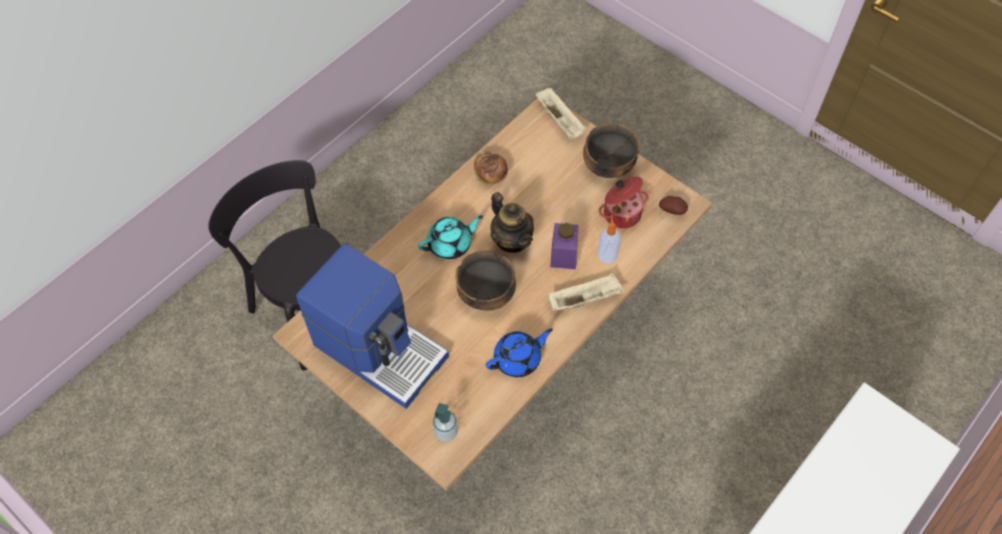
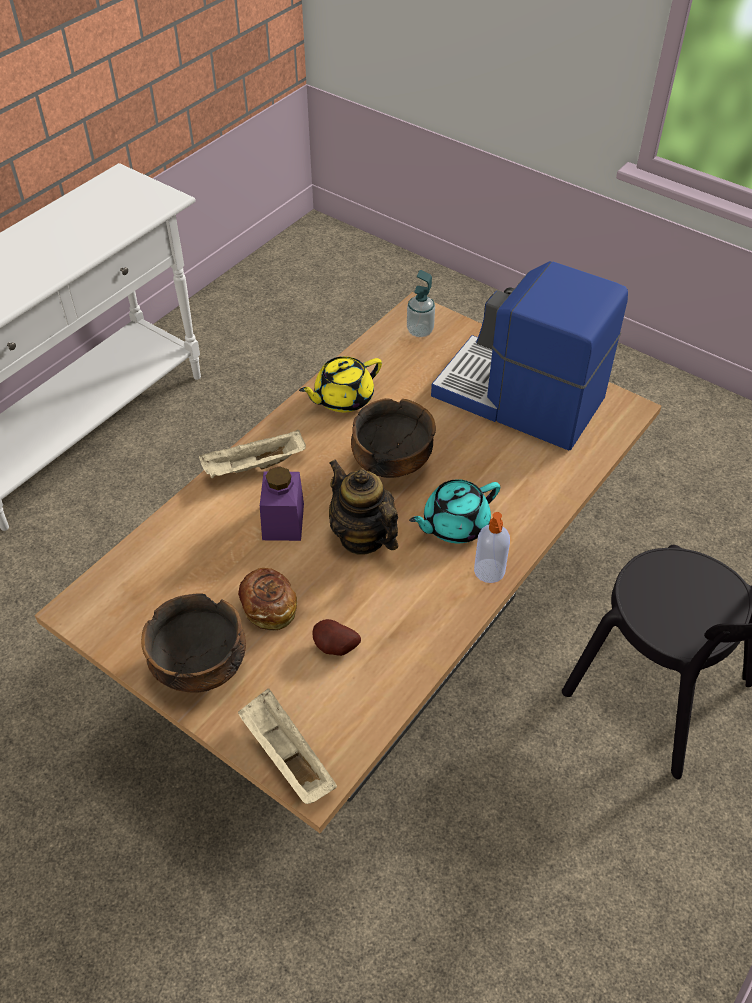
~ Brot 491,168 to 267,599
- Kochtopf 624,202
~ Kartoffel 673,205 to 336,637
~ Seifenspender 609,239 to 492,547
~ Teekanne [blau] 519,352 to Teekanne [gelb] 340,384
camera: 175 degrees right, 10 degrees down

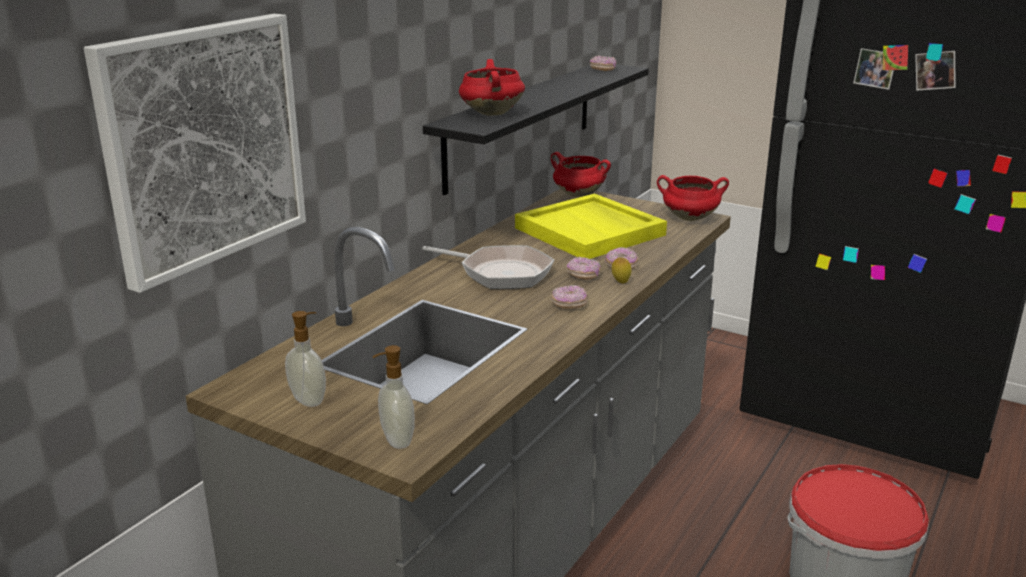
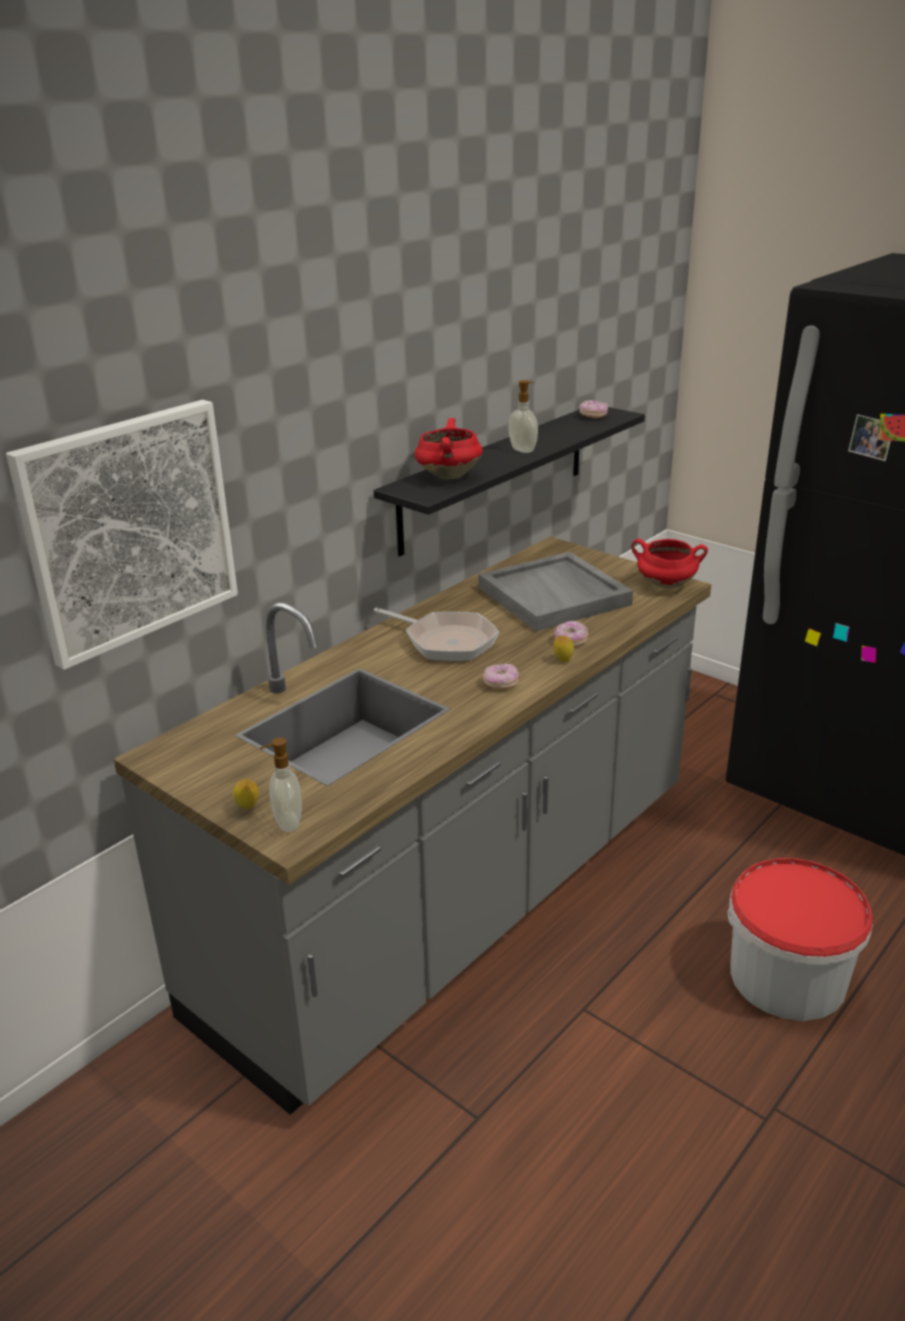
- Kochtopf [rot] 581,175
~ Tablett [gelb] 591,226 to Tablett [grau] 555,591
- Donut 584,268
~ Seifenspender 305,359 to 523,416
+ Zitrone 246,794
camera: 10 degrees right, 5 degrees up

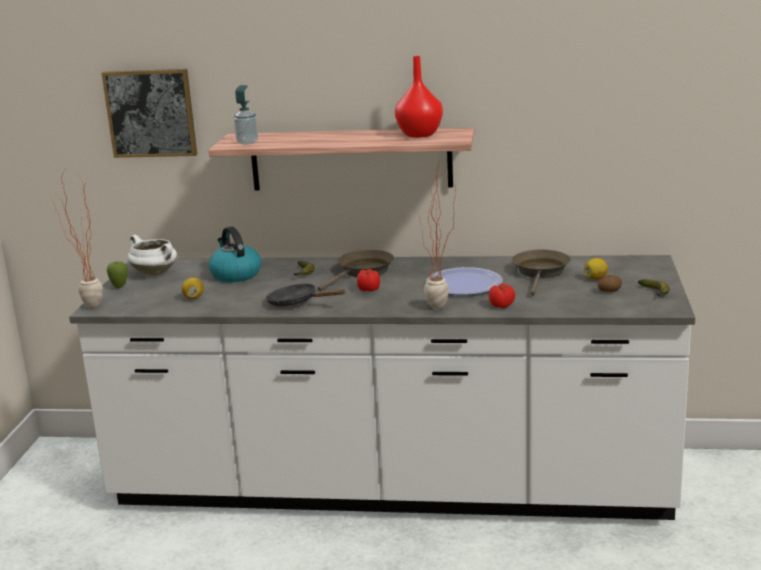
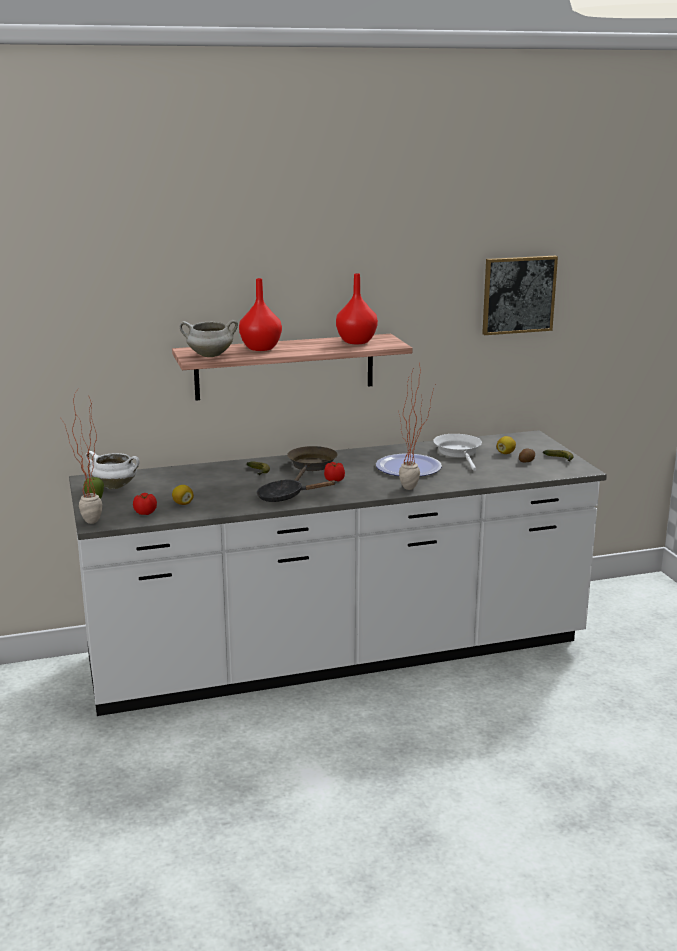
~ Bild 149,113 to 520,295
~ Seifenspender 246,115 to Kochtopf [weiß] 209,338
- Wasserkessel 235,254
~ Pfanne [braun] 541,272 to Pfanne [weiß] 457,452
~ Tomate 502,295 to 145,504
+ Vase [rot] 260,314
camera: 25 degrees left, 0 degrees up

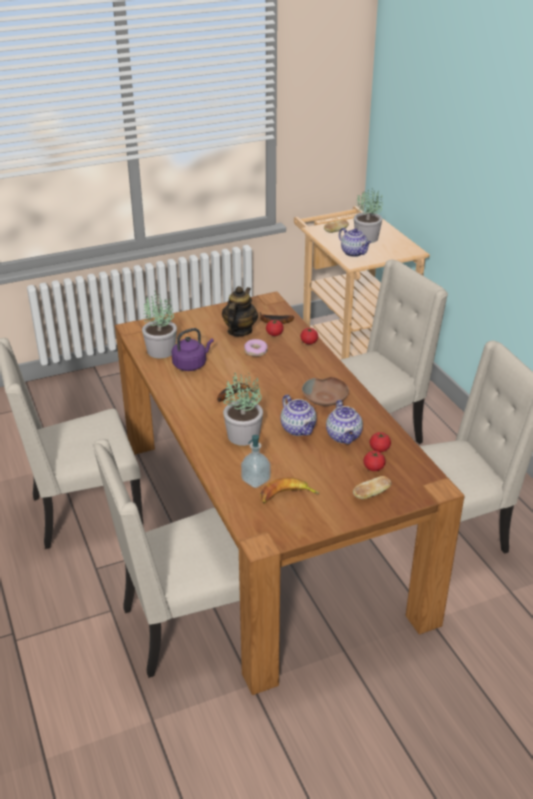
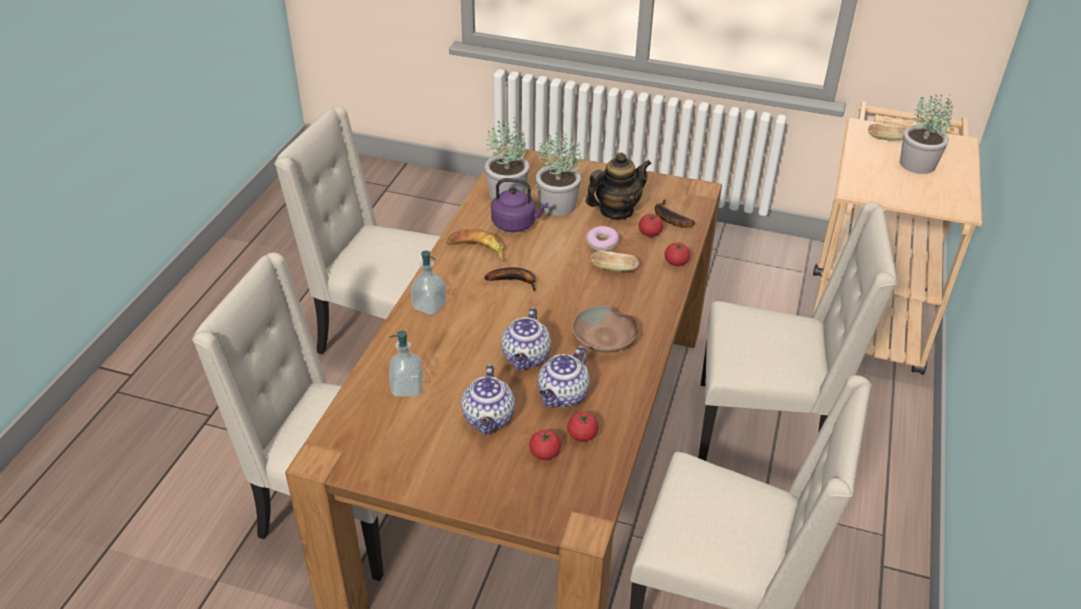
~ Teekanne 355,242 to 488,399
~ Topfpflanze 243,409 to 558,173
~ Brot 372,487 to 615,261
~ Banane 290,490 to 475,245
+ Seifenspender 429,283
camera: 40 degrees right, 5 degrees up

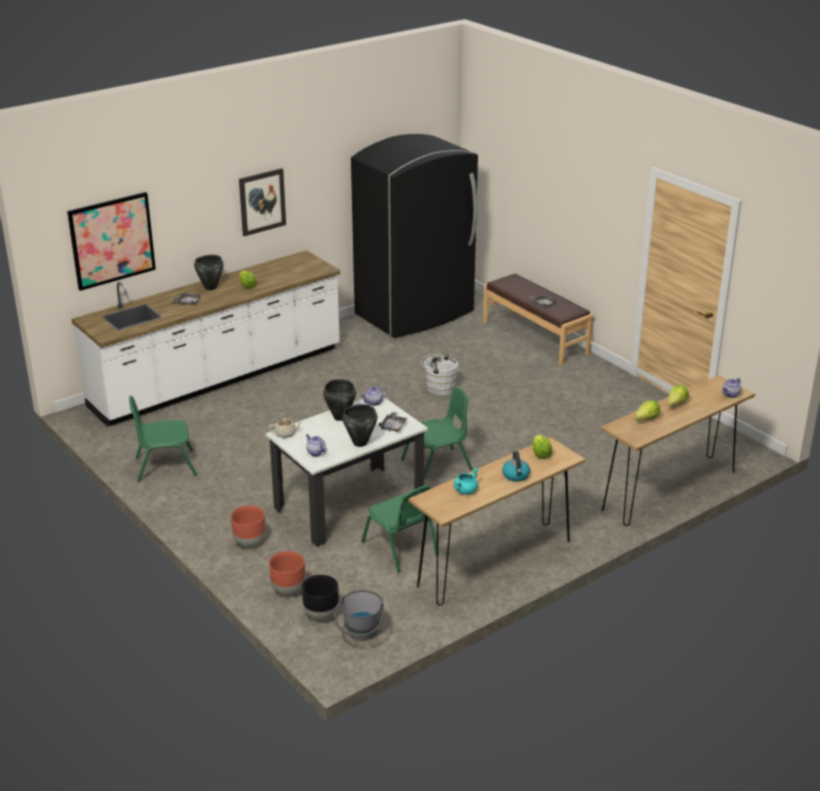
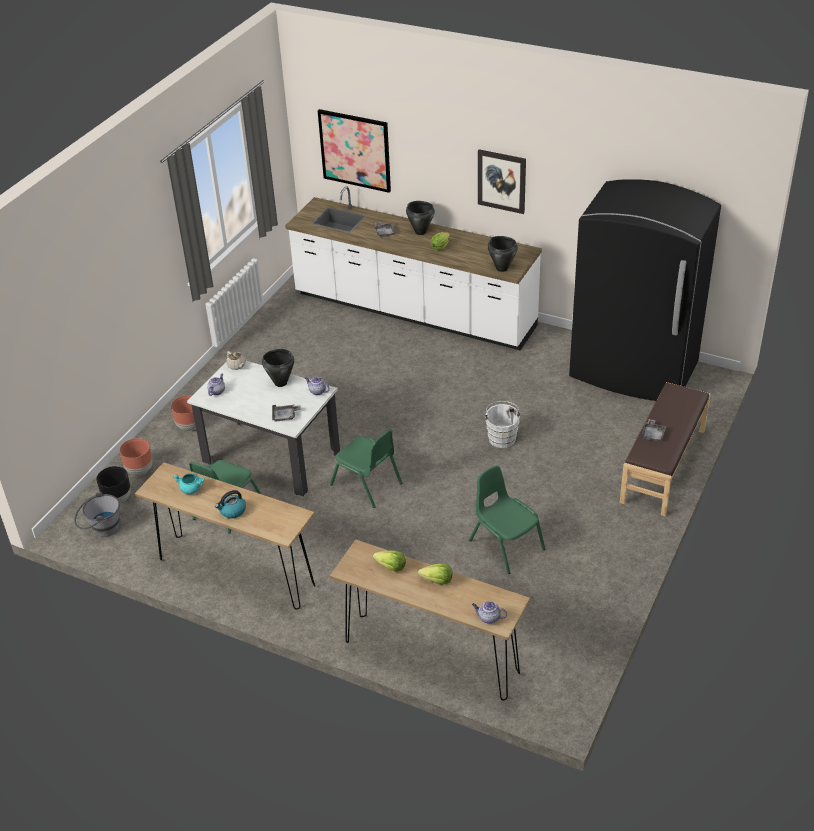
~ Stuhl [grün] 163,439 to 507,519
~ Kochtopf [schwarz] 359,425 to 503,254
- Salatkopf 542,446
camera: 65 degrees right, 10 degrees up

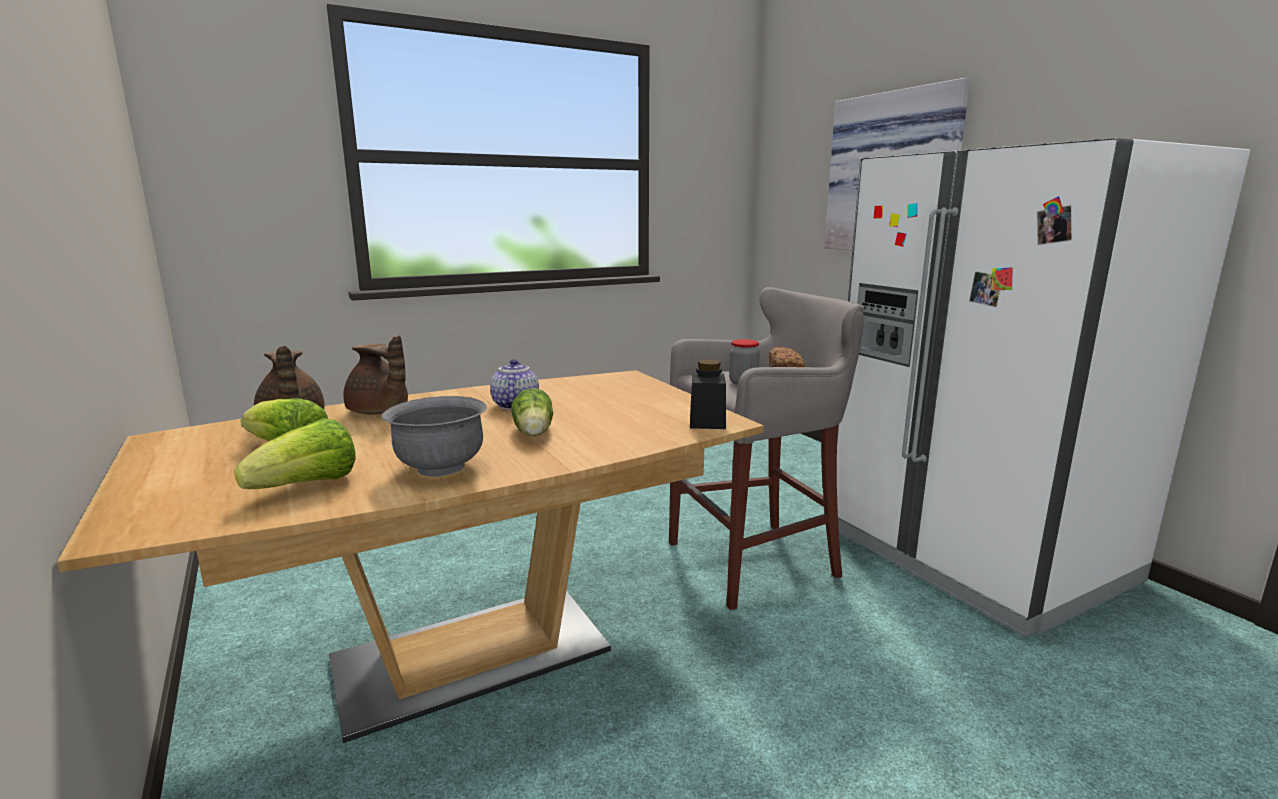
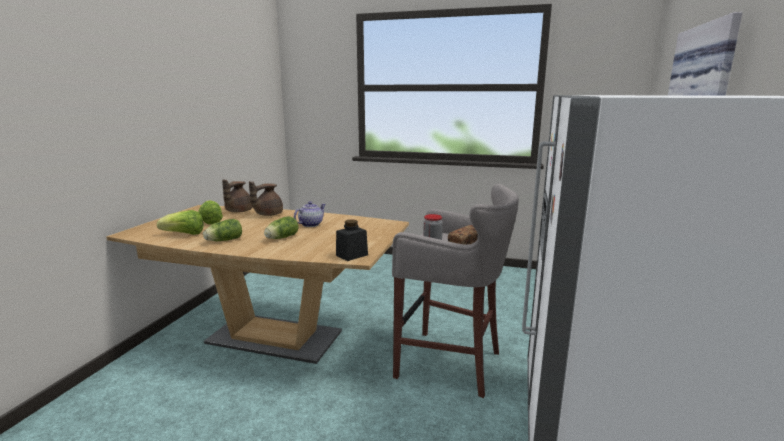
~ Teekanne [braun] 375,374 = 266,198 45 degrees clockwise
~ Schüssel [grau] 434,436 to Salatkopf 222,230
camera: 45 degrees right, 0 degrees up

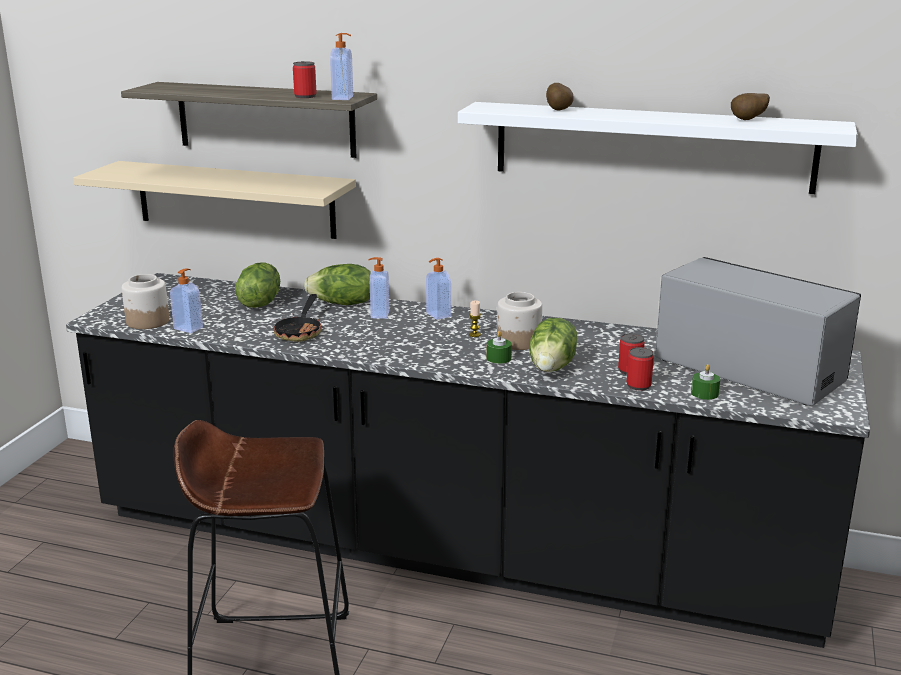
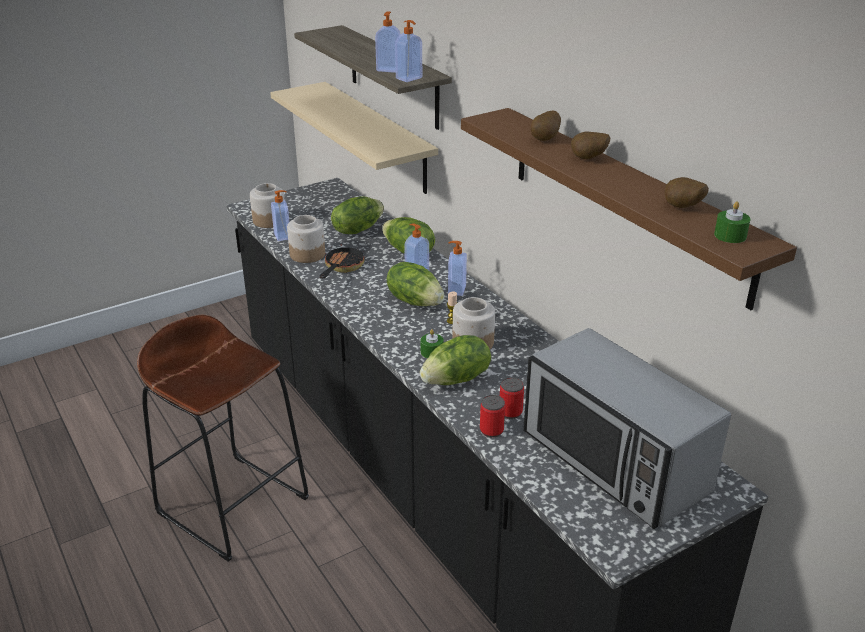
~ Dose 304,79 to Seifenspender 387,42
~ Wandregal [weiß] 658,148 to Wandregal [braun] 629,209
~ Mikrowelle 758,331 = 627,428 150 degrees clockwise
~ Pfanne 297,318 = 342,261 150 degrees clockwise
~ Kerze [grün] 705,382 to 732,222
+ Kartoffel 591,145
+ Vorratsglas 306,239
+ Salatkopf 416,284
camera: 40 degrees right, 10 degrees up

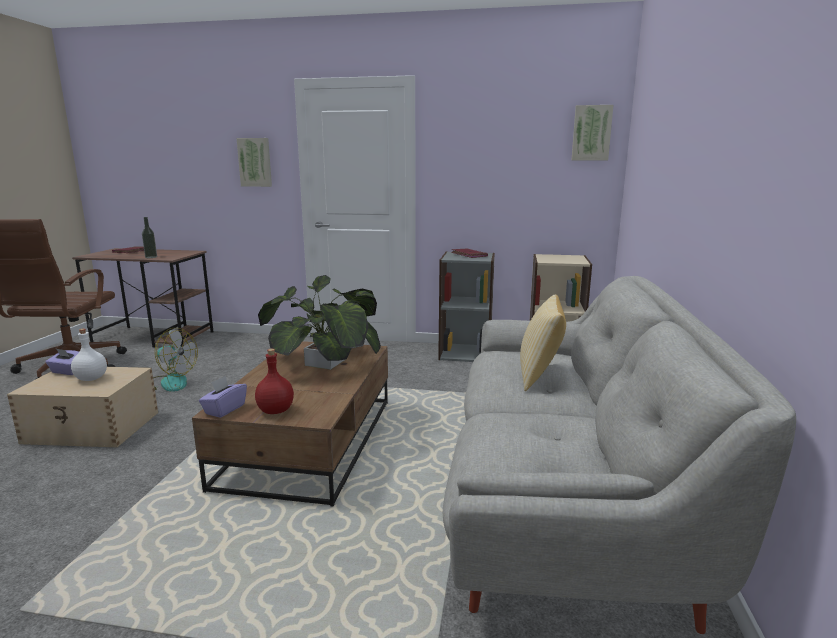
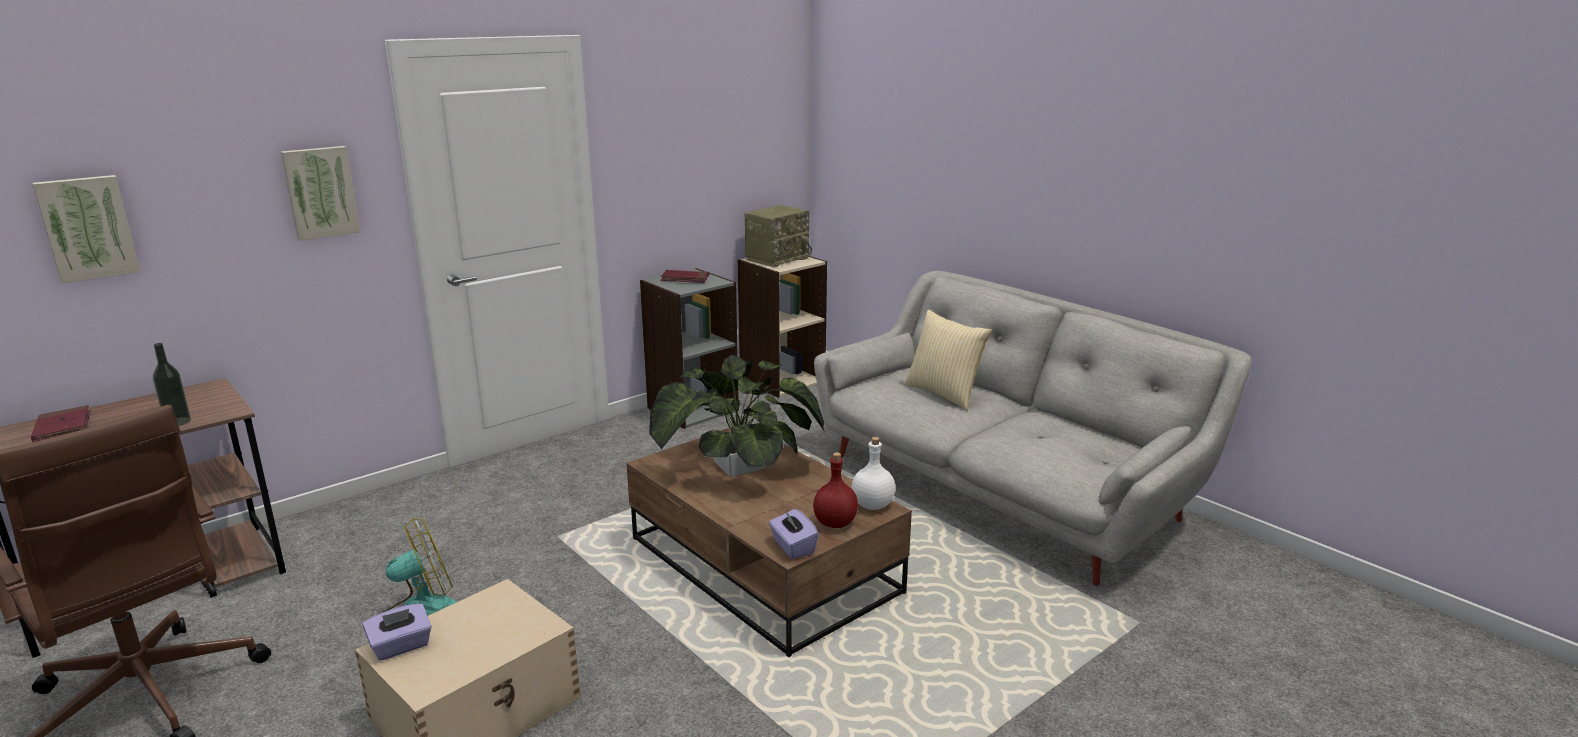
~ Bild 592,132 to 87,229
~ Flasche [weiß] 89,354 to 873,473
+ Radio 778,236
camera: 50 degrees left, 5 degrees up

